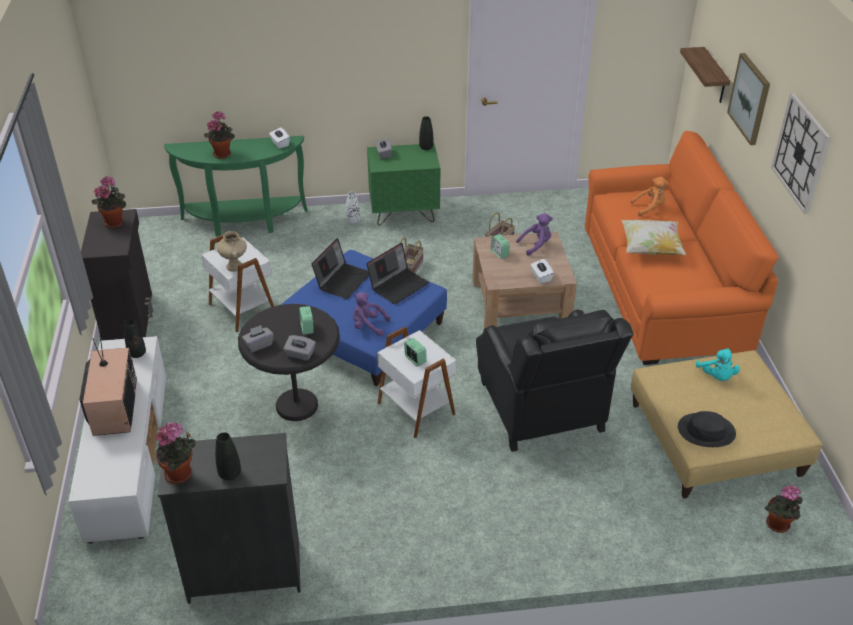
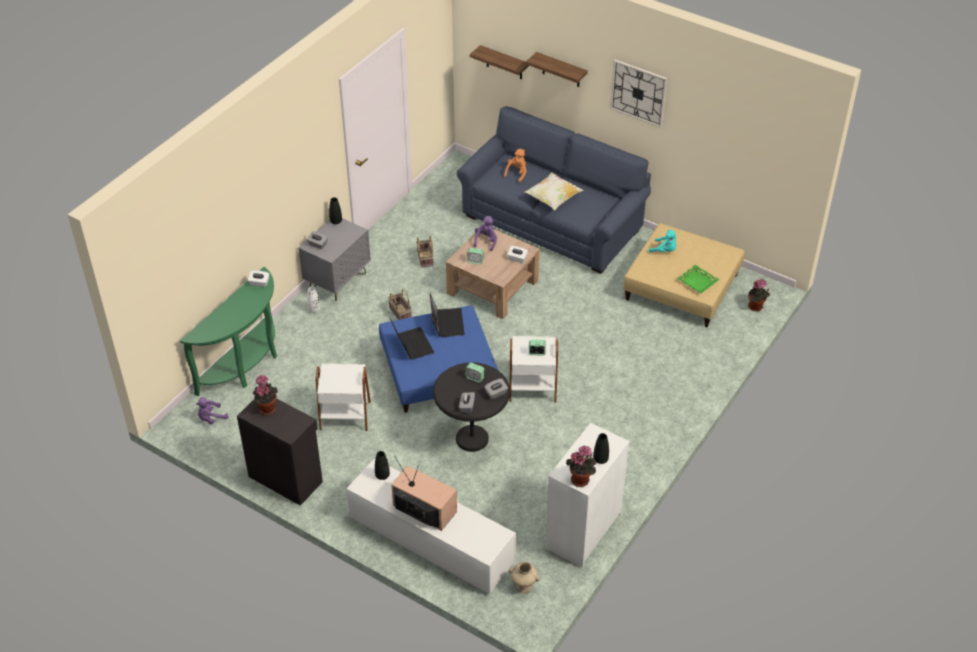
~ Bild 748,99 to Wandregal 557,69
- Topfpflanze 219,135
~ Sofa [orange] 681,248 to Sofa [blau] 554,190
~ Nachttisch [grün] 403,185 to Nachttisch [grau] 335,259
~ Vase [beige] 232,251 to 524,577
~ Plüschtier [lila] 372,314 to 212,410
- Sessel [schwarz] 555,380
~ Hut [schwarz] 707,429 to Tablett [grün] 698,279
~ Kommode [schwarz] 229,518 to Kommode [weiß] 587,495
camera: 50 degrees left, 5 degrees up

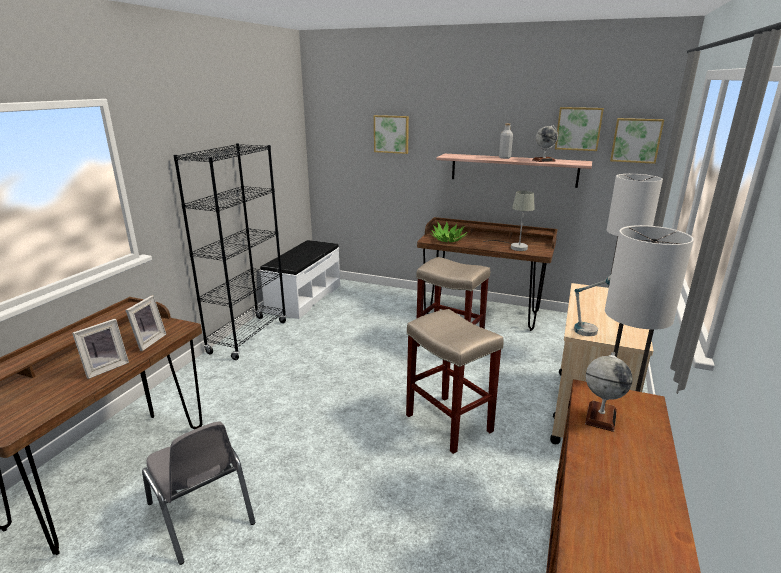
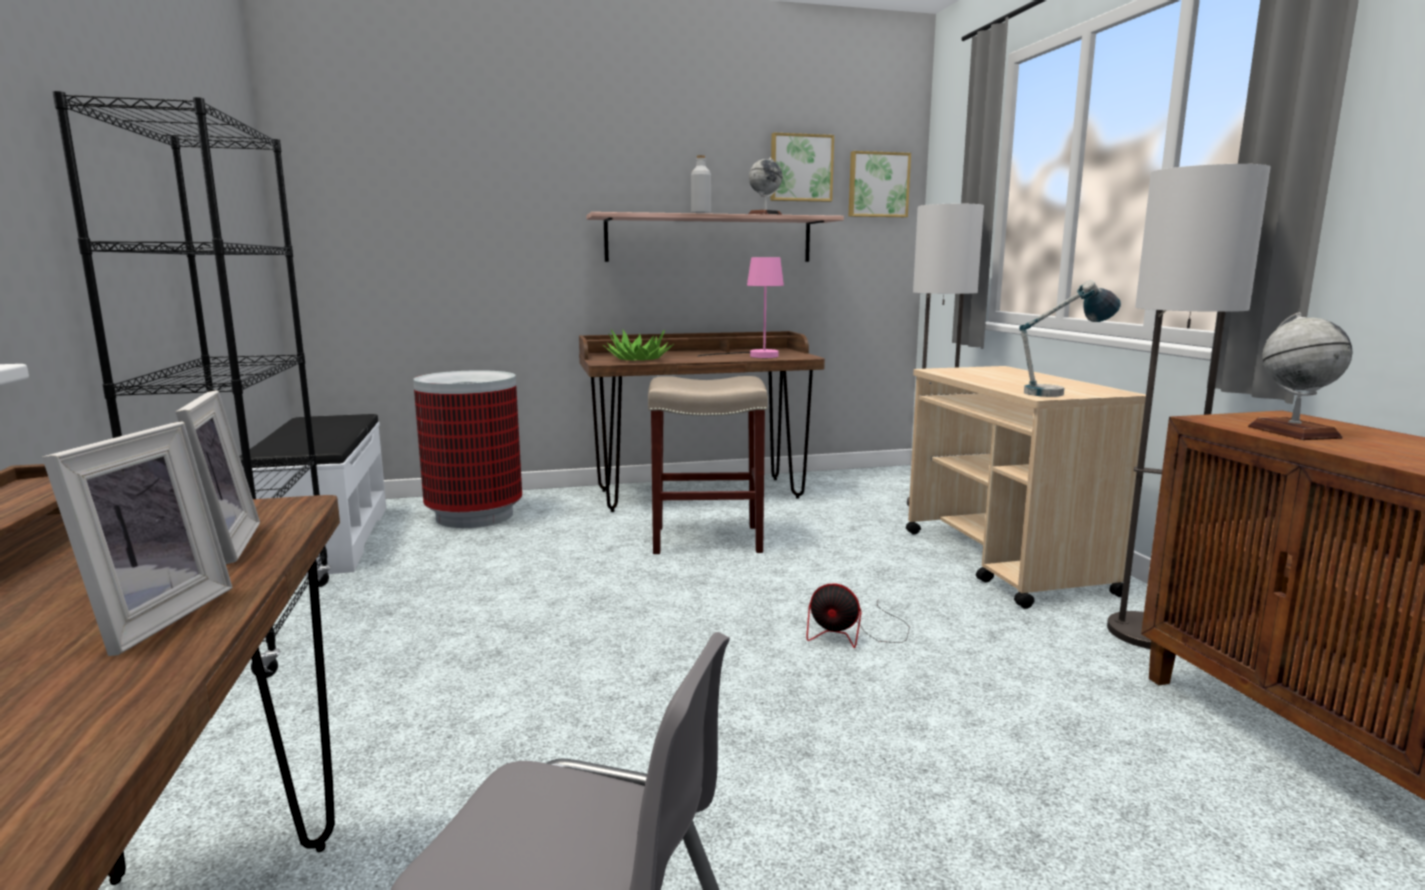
- Bild 391,134
~ Tischlampe [grau] 509,221 to Tischlampe [rosa] 741,307
~ Hocker [beige] 455,381 to Ventilator 858,616
+ Mülleimer 467,449
camera: 35 degrees left, 10 degrees down

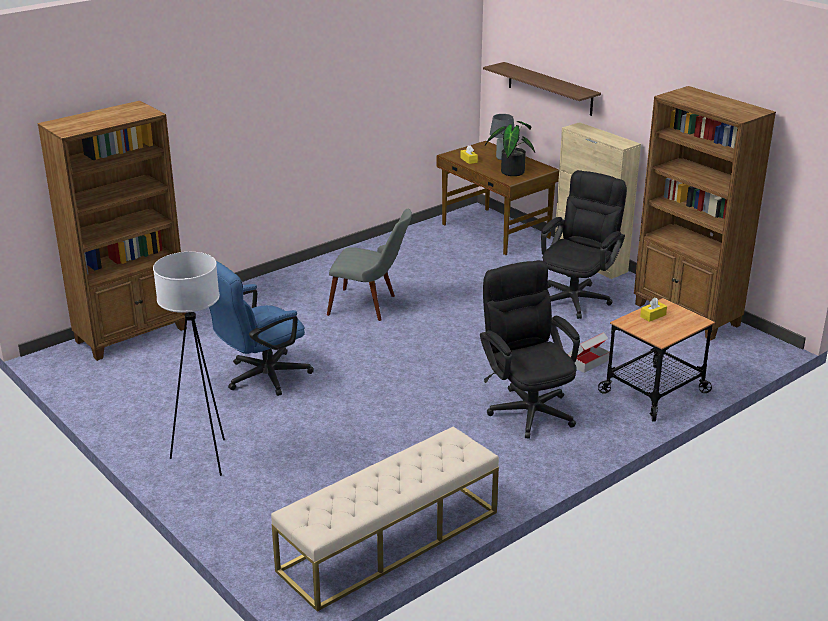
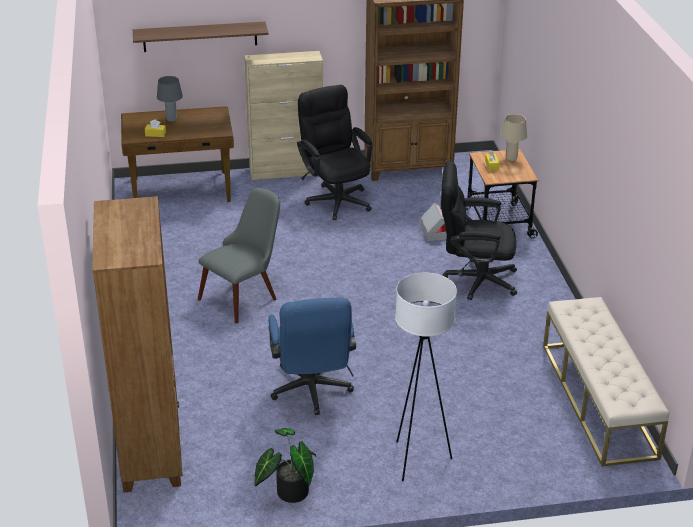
~ Topfpflanze 510,148 to 285,465
+ Tischlampe [beige] 513,137
camera: 60 degrees left, 5 degrees up

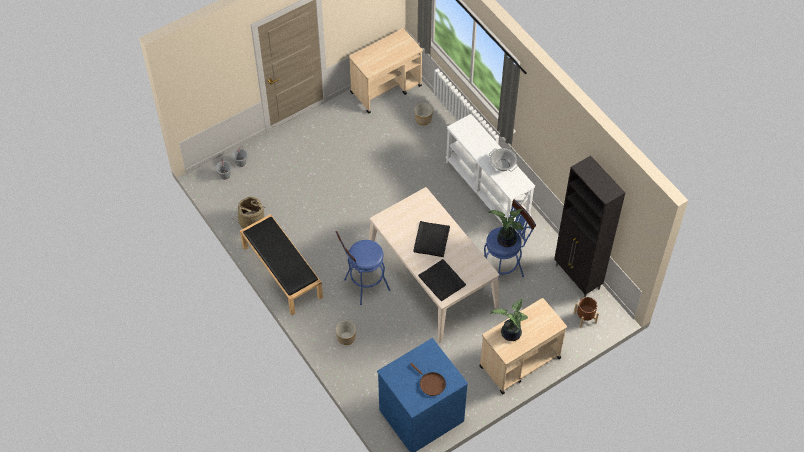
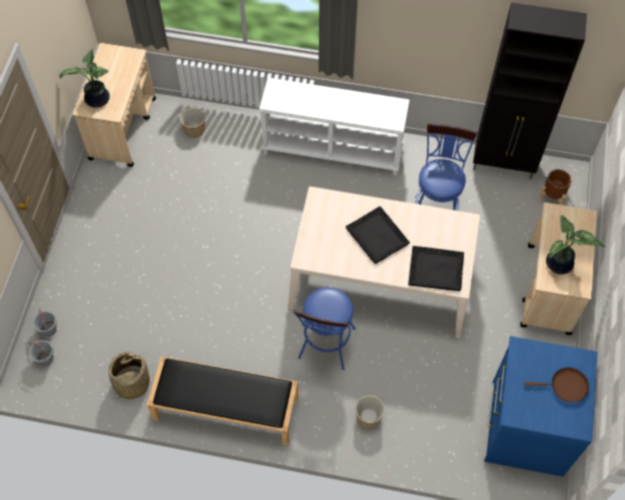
- Kochtopf 503,160
~ Topfpflanze 506,228 to 84,78
camera: 45 degrees left, 5 degrees up

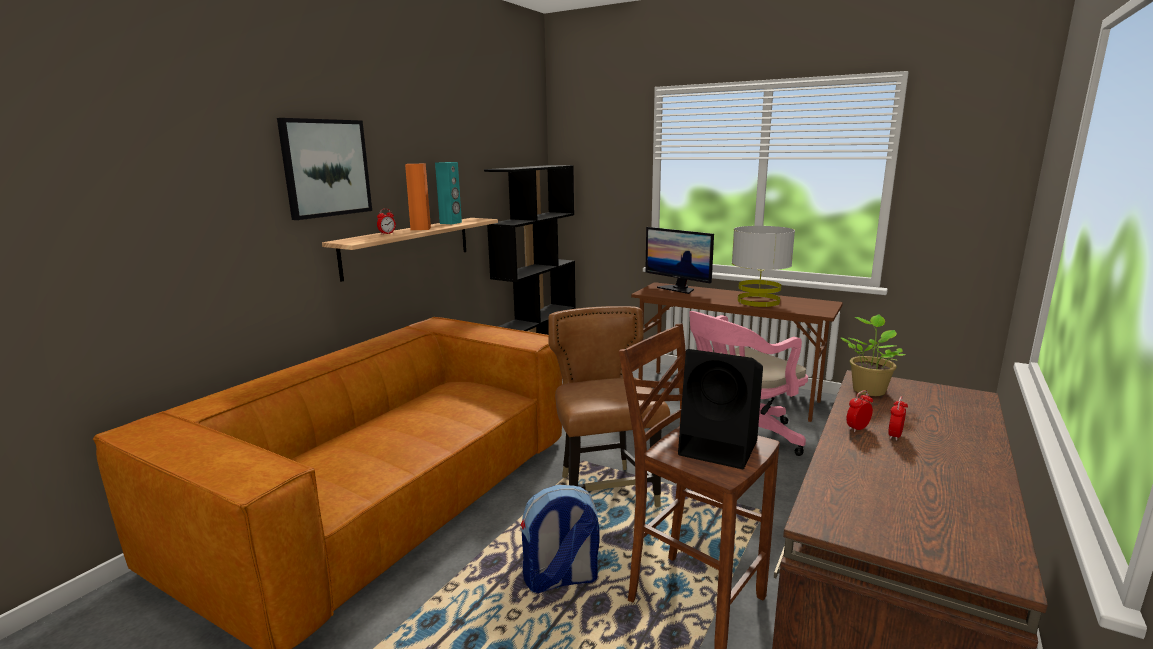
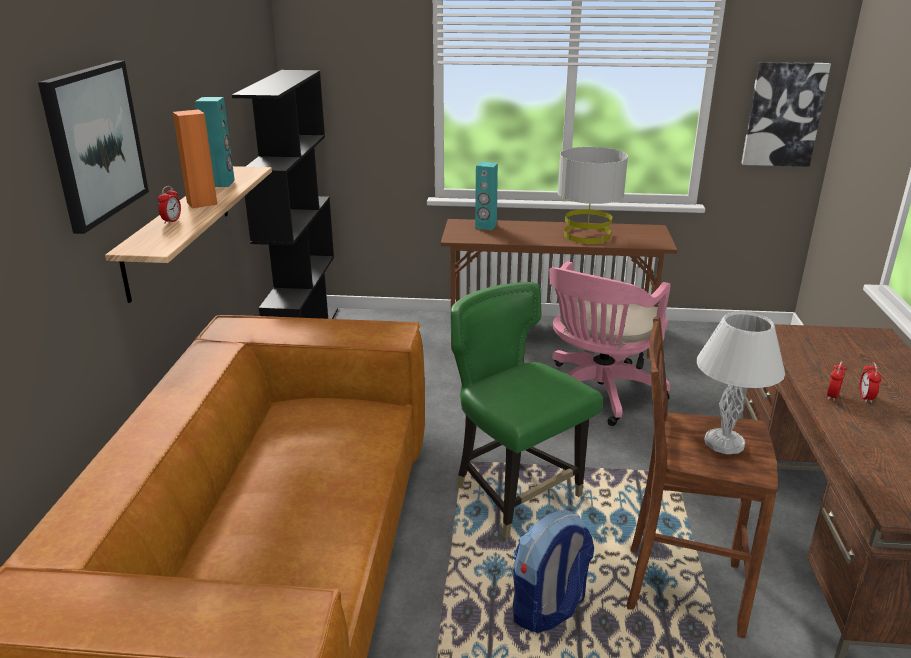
~ Monitor 679,260 to Lautsprecher [türkis] 486,196
~ Stuhl [braun] 609,406 to Stuhl [grün] 527,410
- Topfpflanze 873,355
~ Lautsprecher [schwarz] 720,409 to Tischlampe [weiß] 740,382
+ Bild 786,114
camera: 25 degrees left, 10 degrees up

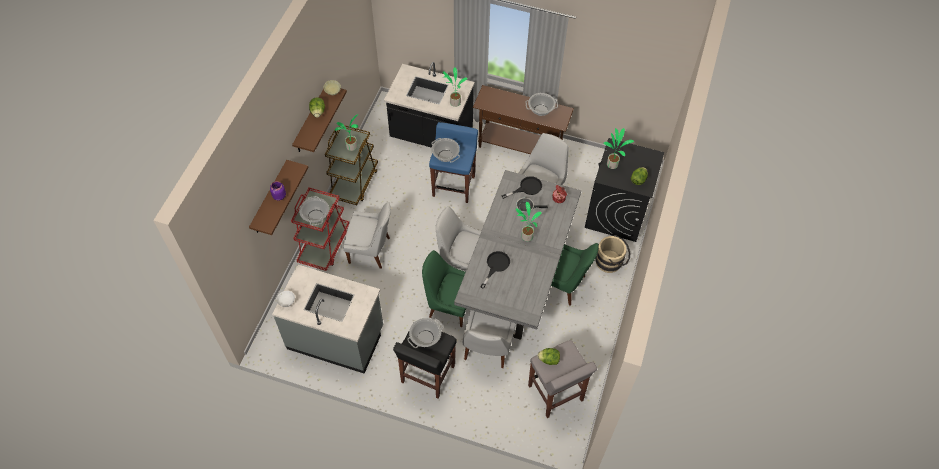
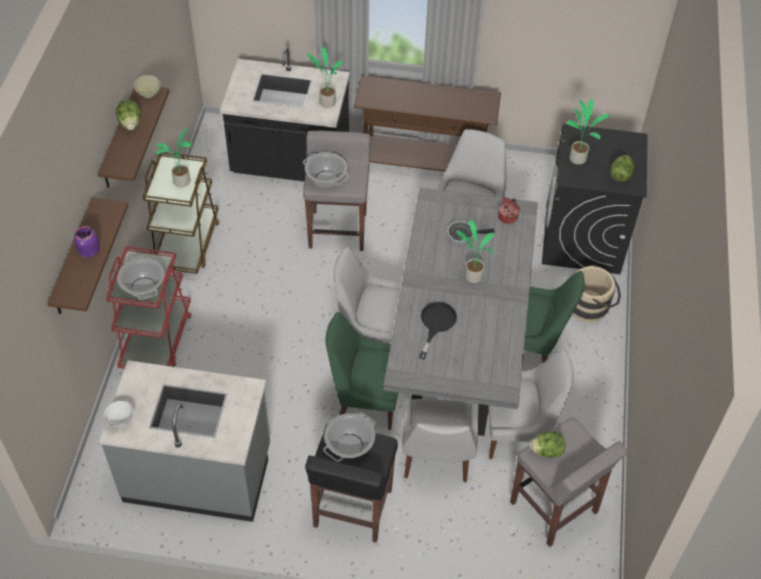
- Kochtopf 541,104
~ Hocker [blau] 453,162 to Hocker [grau] 336,191
- Pfanne [schwarz] 521,187
~ Stuhl [weiß] 367,235 to 531,404
camera: 10 degrees left, 5 degrees down

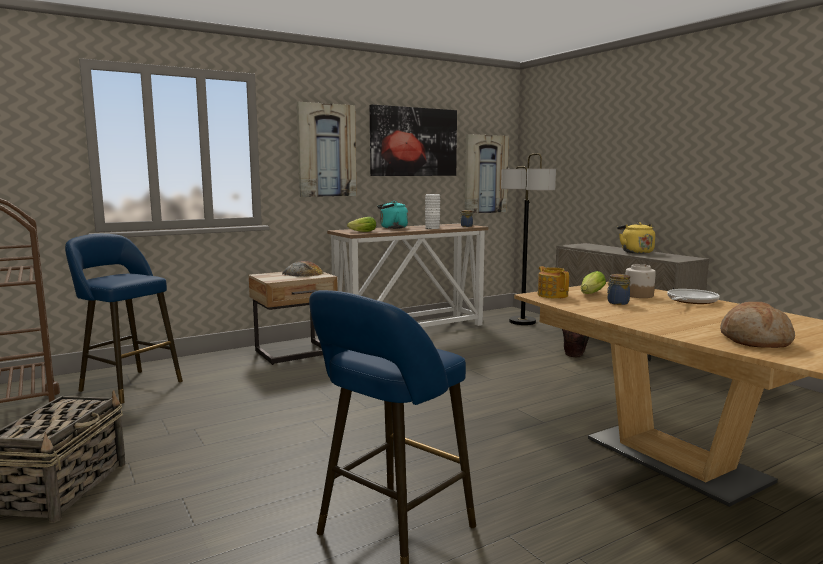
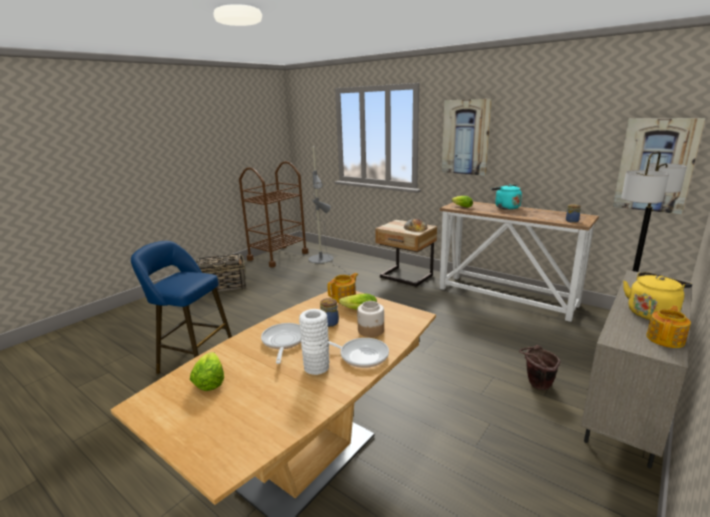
- Bild 413,140
~ Vase [weiß] 432,211 to 314,342
~ Hocker [blau] 124,319 to Stehlampe [grau] 329,211
~ Brot 757,325 to Salatkopf 207,371
+ Teekanne 668,326
+ Pfanne 281,343
camera: 70 degrees right, 10 degrees up

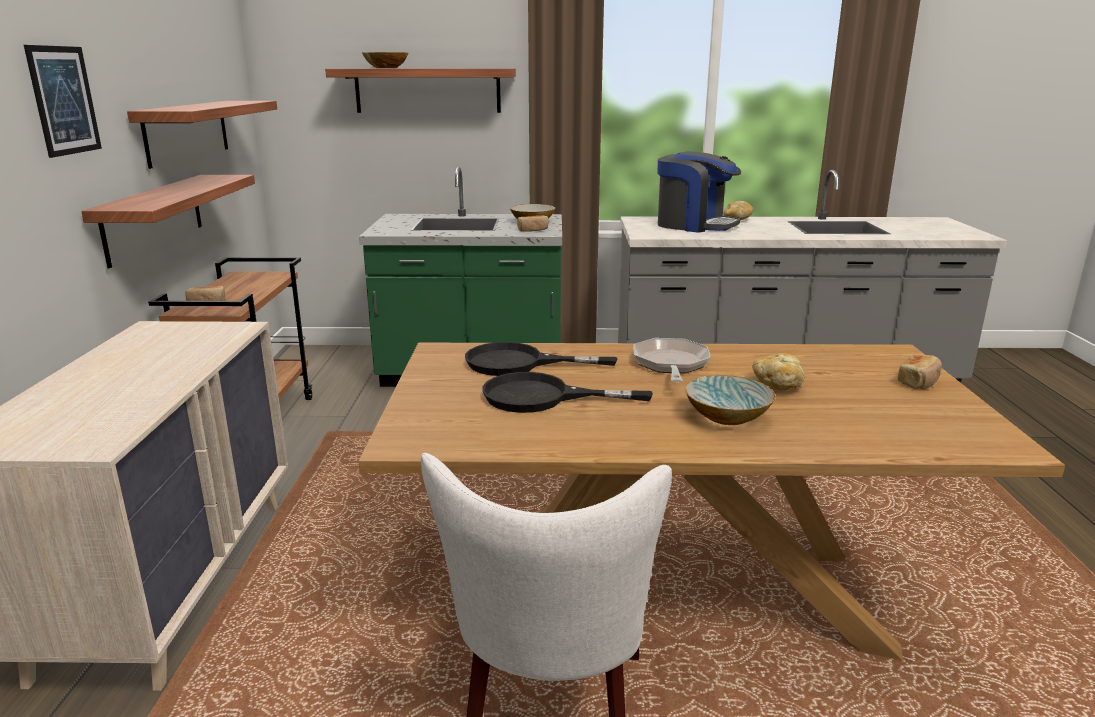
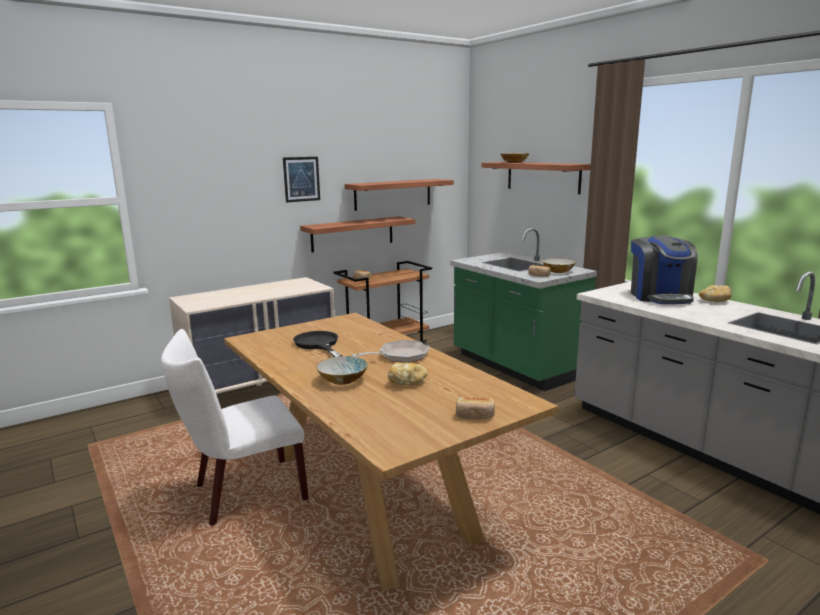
- Pfanne [schwarz] 541,359
camera: 55 degrees right, 5 degrees down

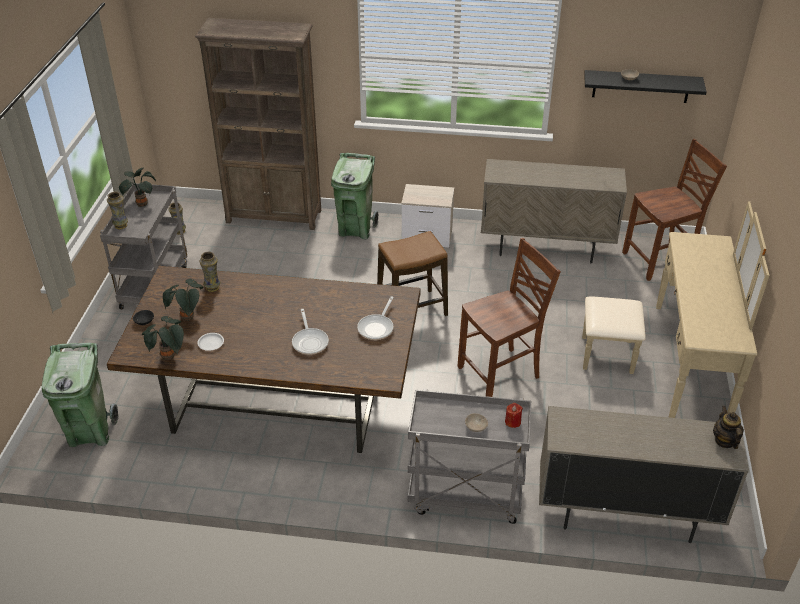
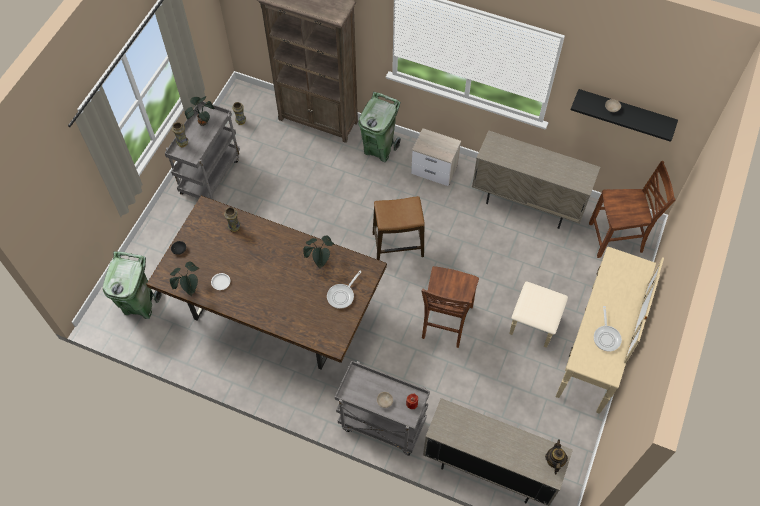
~ Stuhl [braun] 509,317 = 450,307 120 degrees clockwise
~ Topfpflanze 183,300 to 318,251
~ Pfanne 310,332 to 608,328
camera: 15 degrees right, 20 degrees up

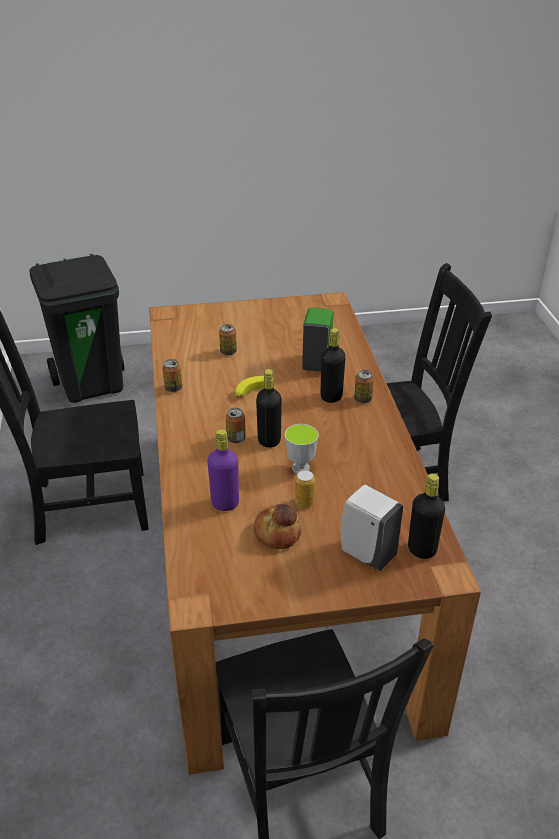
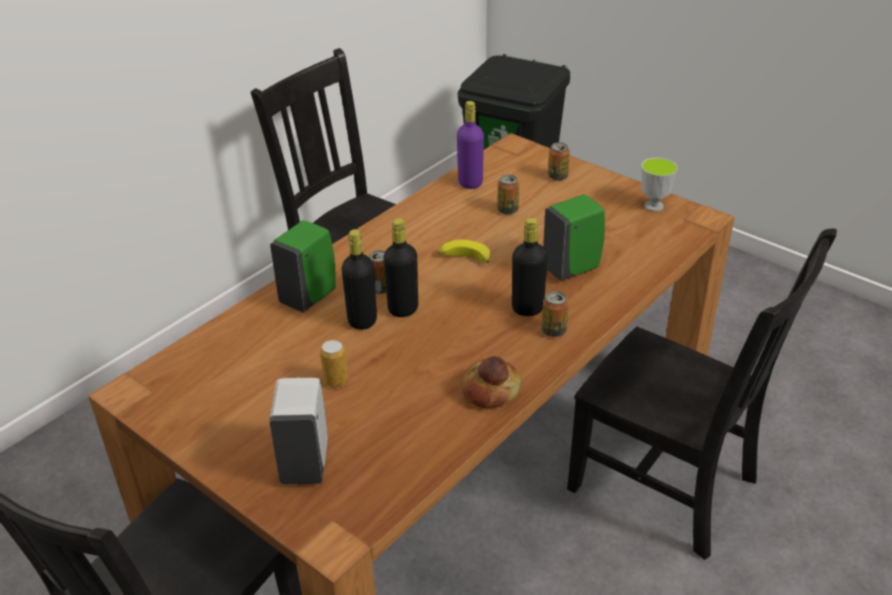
~ Dose 172,375 to 559,161
~ Tasse 302,449 to 659,185
~ Flasche [lila] 223,470 to 470,145
~ Flasche [schwarz] 426,516 to 359,279
~ Brot 278,526 to 491,382
+ Seifenspender [grün] 303,266
camera: 50 degrees right, 0 degrees up

